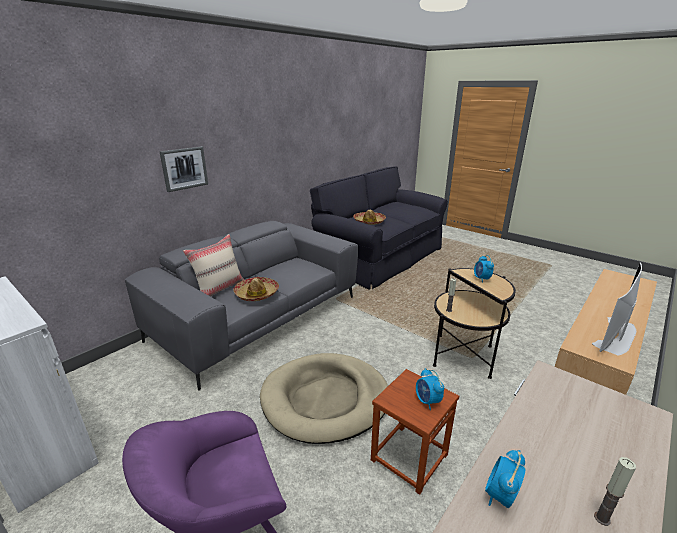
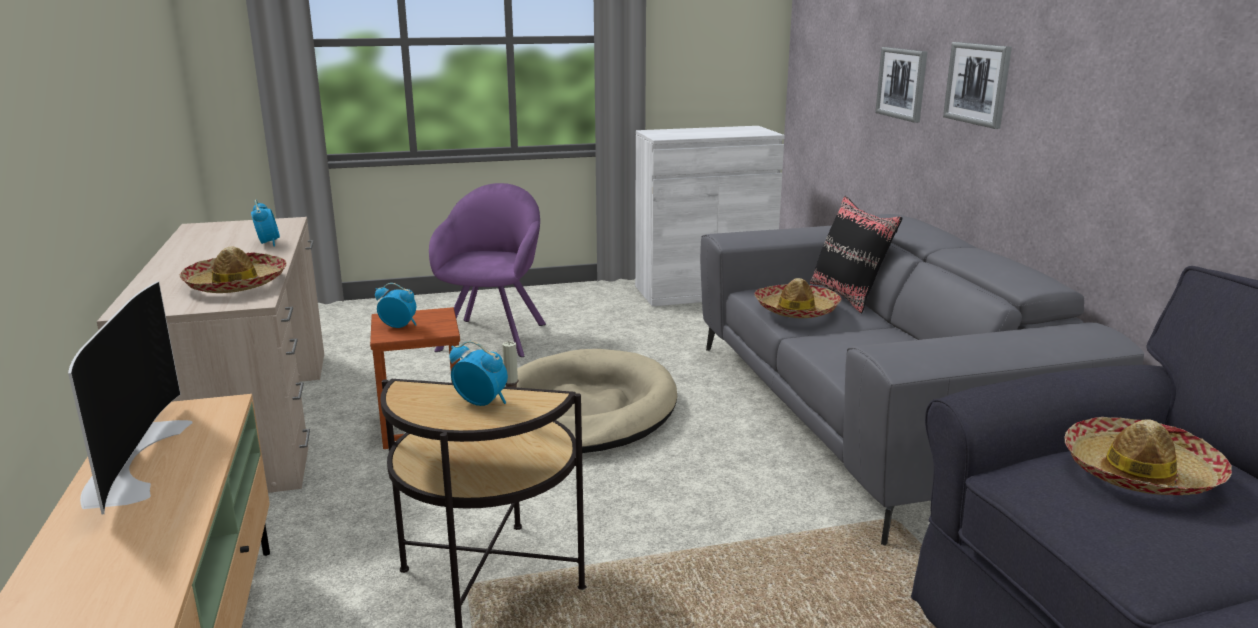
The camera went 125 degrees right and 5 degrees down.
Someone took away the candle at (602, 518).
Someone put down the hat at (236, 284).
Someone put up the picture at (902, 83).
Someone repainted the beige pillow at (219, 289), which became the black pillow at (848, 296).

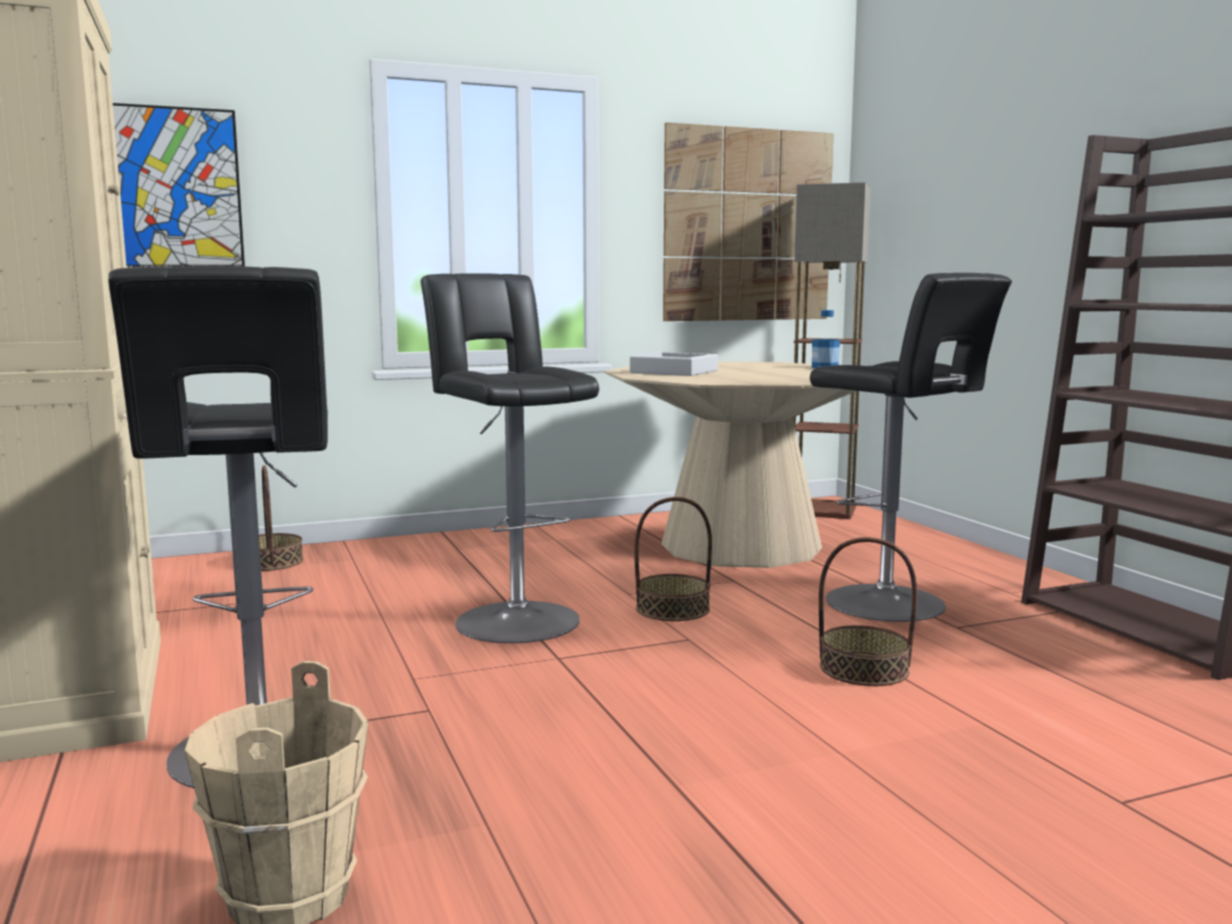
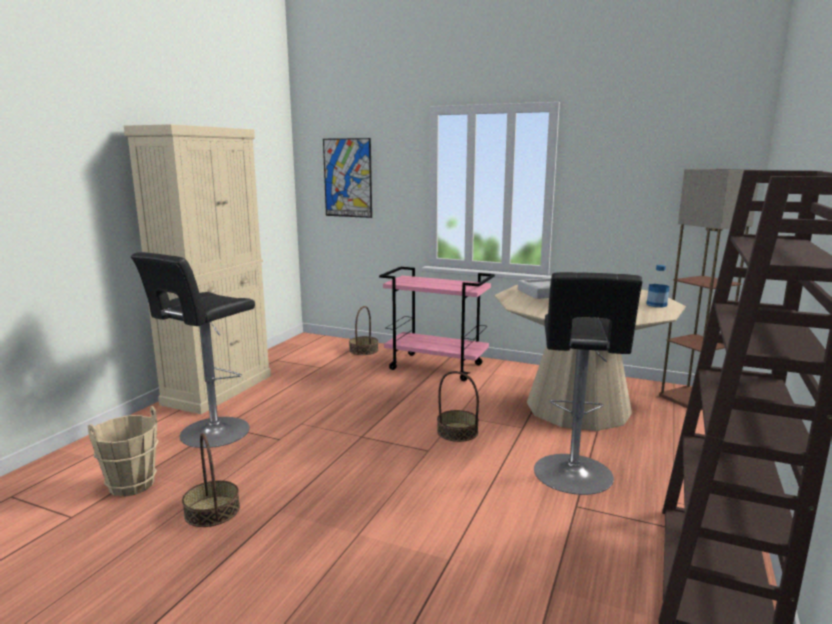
The camera went 45 degrees right and 5 degrees up.
Someone took away the black stool at (513, 618).
Someone took away the picture at (748, 225).
Someone put down the pink cart at (437, 367).
Someone carried the basket from (863, 669) to (212, 511).

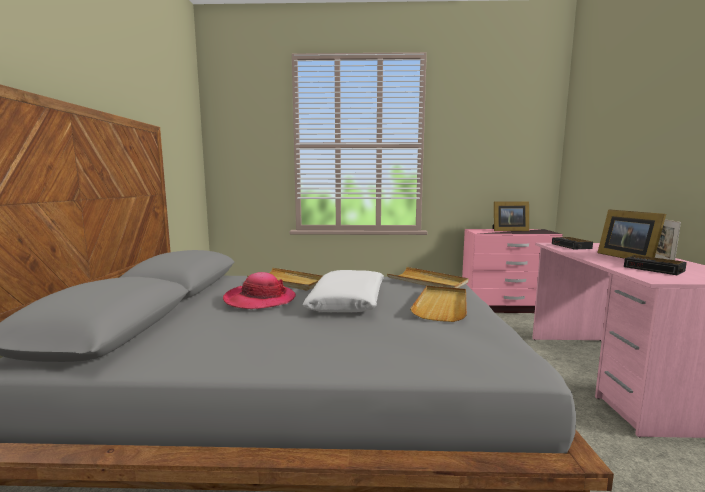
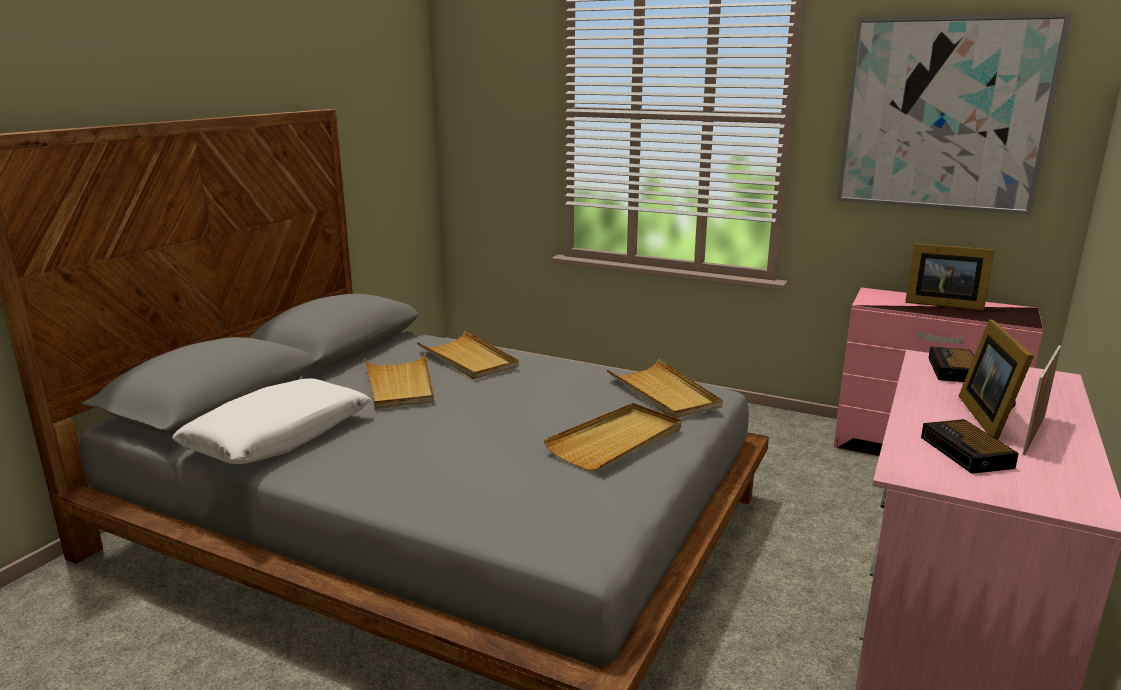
The camera went 25 degrees right and 10 degrees up.
Someone put up the picture at (943, 114).
Someone carried the white pillow from (348, 301) to (279, 436).
Someone swapped the hat at (260, 299) for the beige tray at (400, 385).

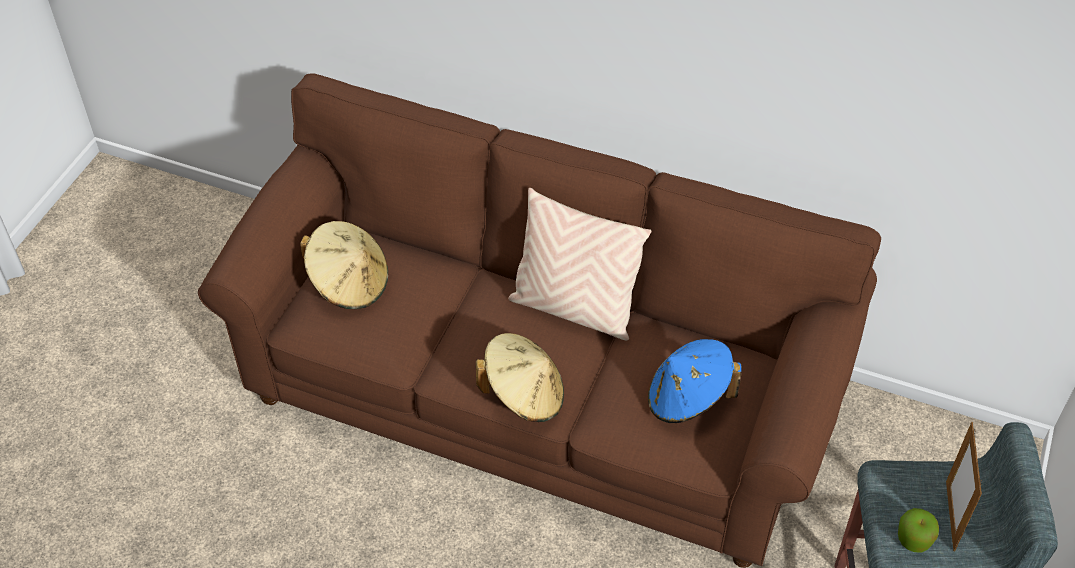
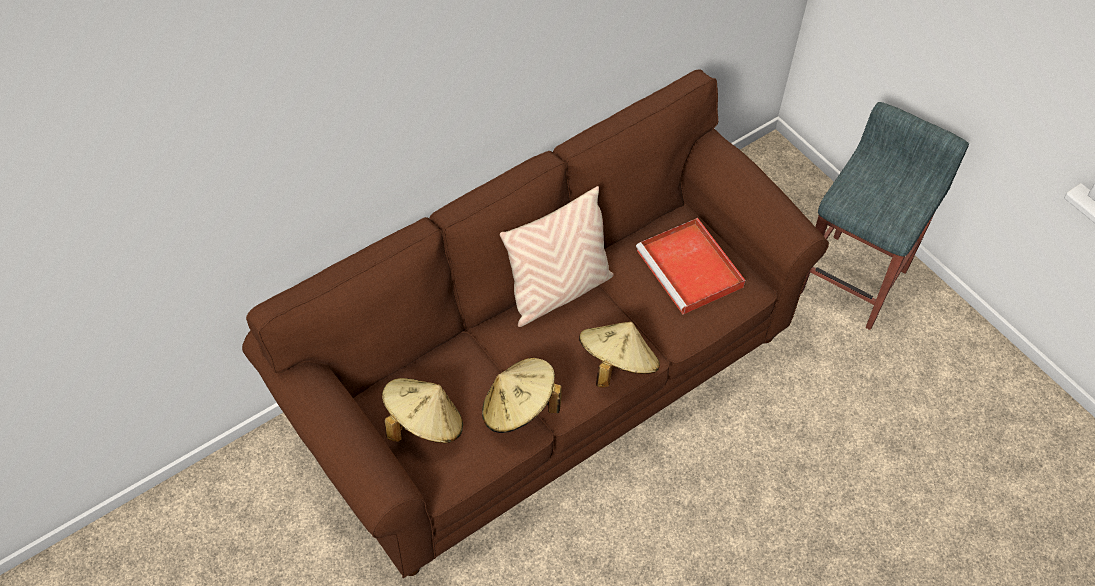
The camera went 60 degrees left and 5 degrees up.
Someone took away the apple at (914, 539).
Someone took away the picture frame at (950, 515).
Someone put down the beige hat at (518, 409).
Someone swapped the blue hat at (688, 399) for the red tray at (691, 270).

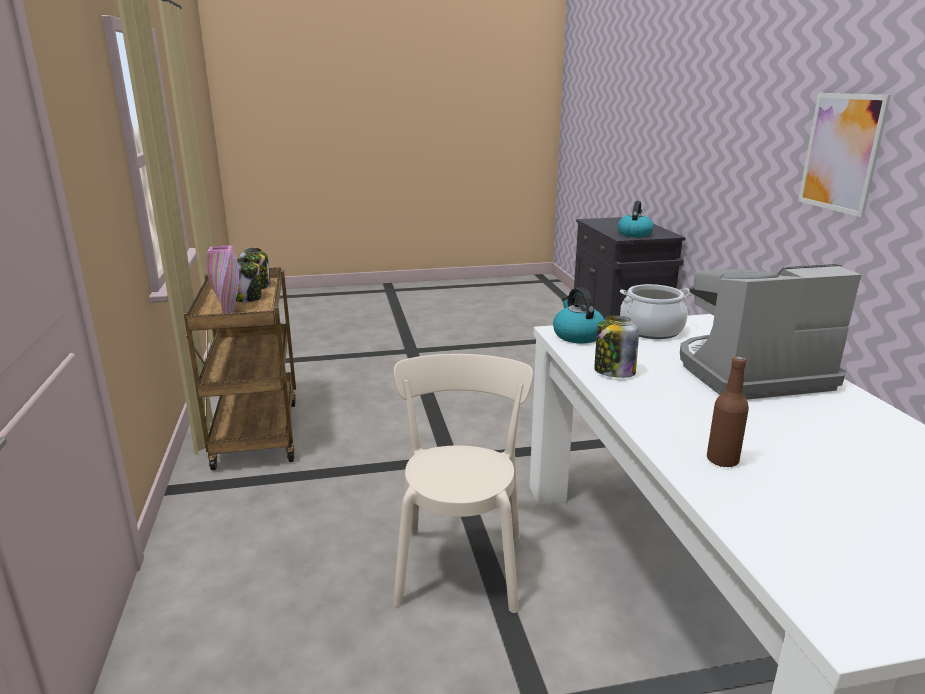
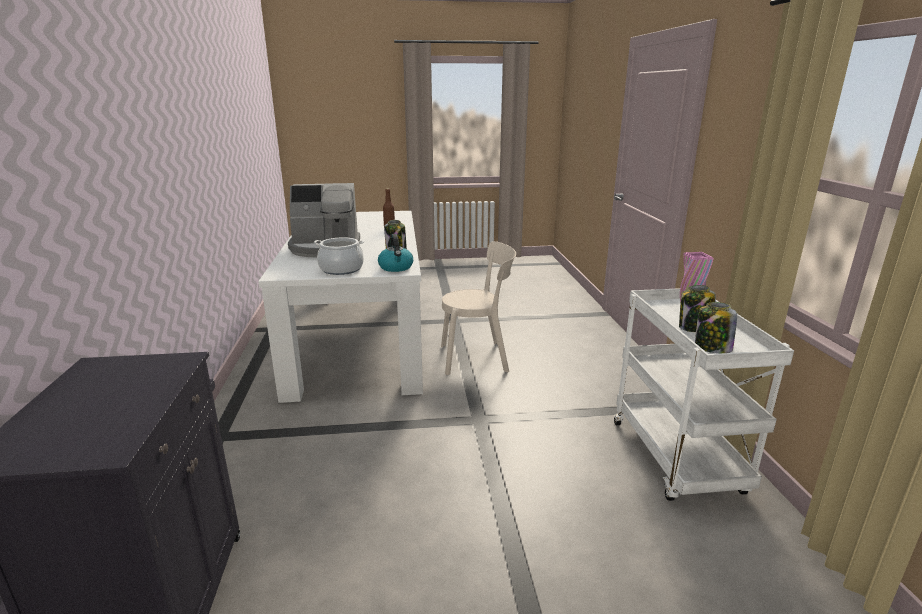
The camera went 175 degrees left and 0 degrees up.
Someone took away the kettle at (634, 234).
Someone took away the picture at (841, 153).
Someone repainted the brown cart at (255, 432), which became the white cart at (678, 459).
Someone rotated the beige chair at (460, 563) by 105 degrees counterclockwise.

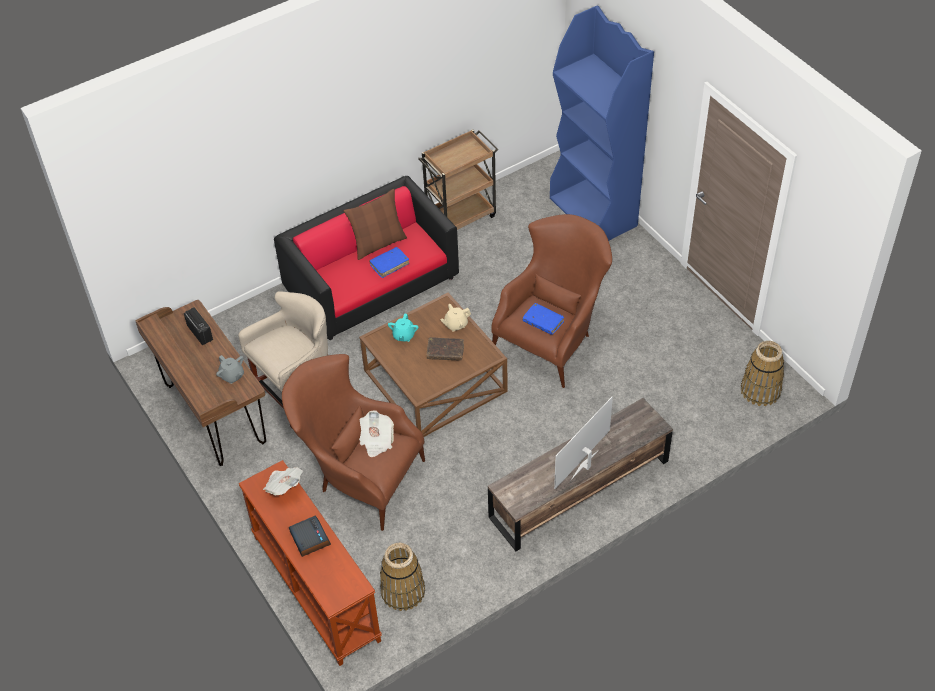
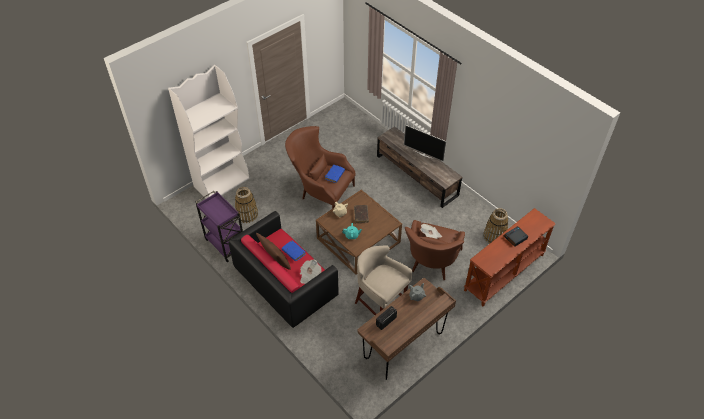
The camera went 100 degrees left and 0 degrees up.
Someone carried the newspaper from (284, 486) to (309, 276).
Someone carried the basket from (760, 390) to (247, 214).
Someone repainted the brown cart at (461, 216), which became the purple cart at (225, 243).
Someone repainted the blue bookcase at (594, 212), which became the white bookcase at (222, 182).

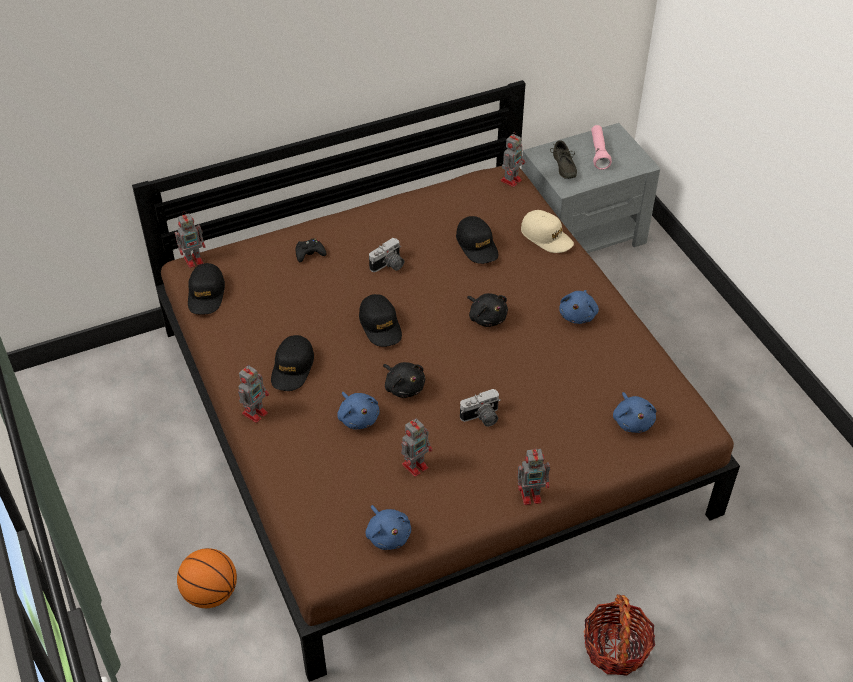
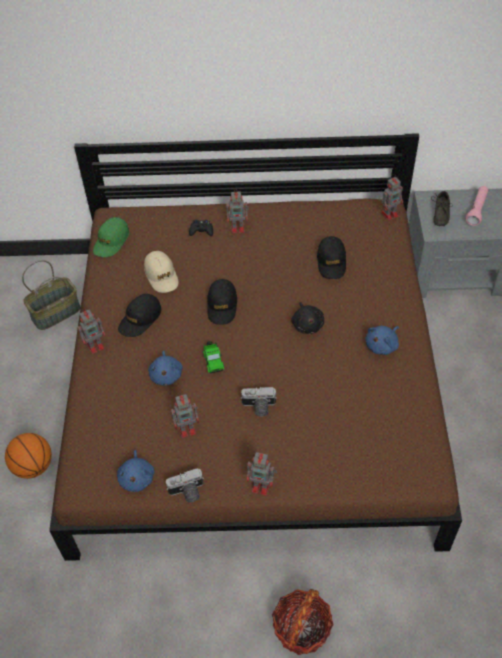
The camera went 25 degrees right and 5 degrees up.
Someone took away the blue plush toy at (632, 421).
Someone put down the basket at (56, 312).
Someone carried the toy robot from (194, 260) to (238, 227).
Someone carried the photo camera from (388, 266) to (187, 492).
Someone carried the beige cap from (546, 237) to (161, 275).
Someone swapped the black plush toy at (404, 387) for the toy car at (213, 361).
Someone repainted the black cap at (206, 294), which became the green cap at (111, 241).

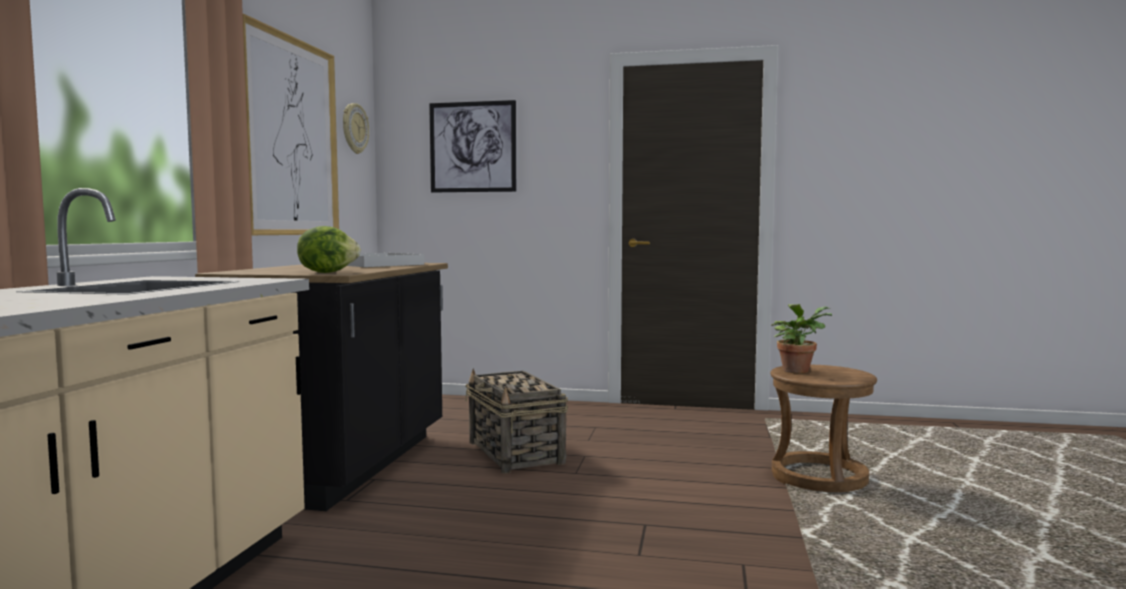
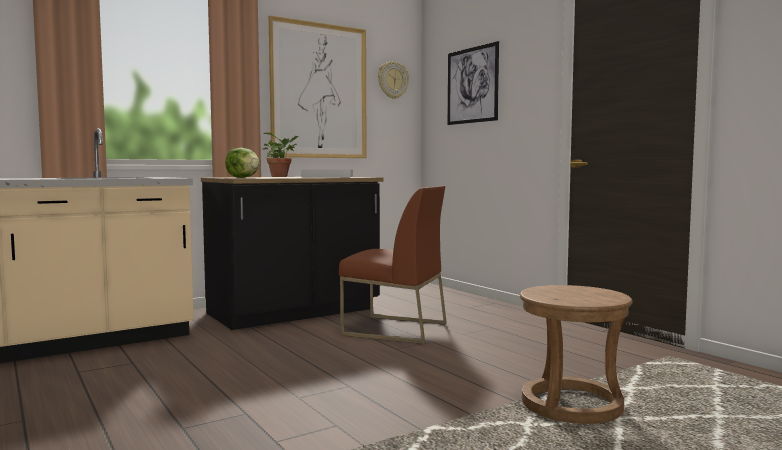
The camera went 45 degrees right and 0 degrees up.
Someone carried the potted plant from (797, 370) to (281, 176).
Someone swapped the basket at (515, 453) for the brown chair at (394, 329).

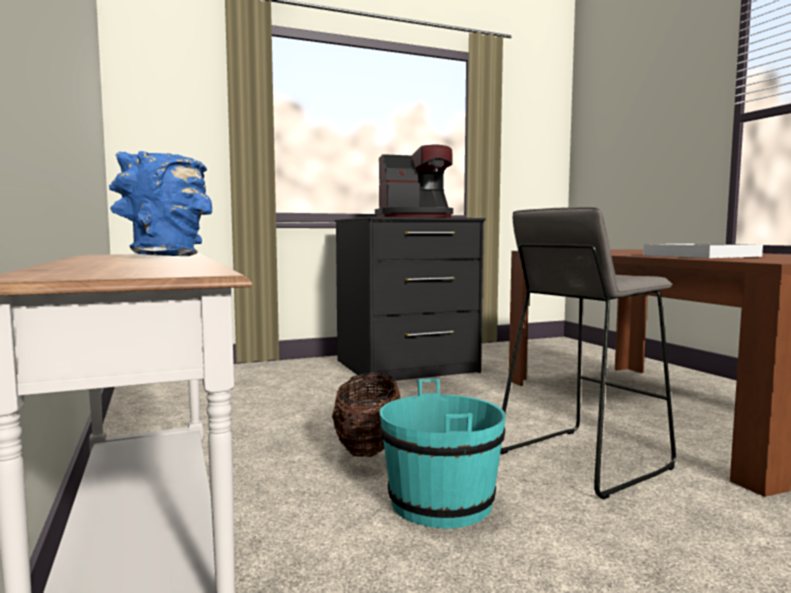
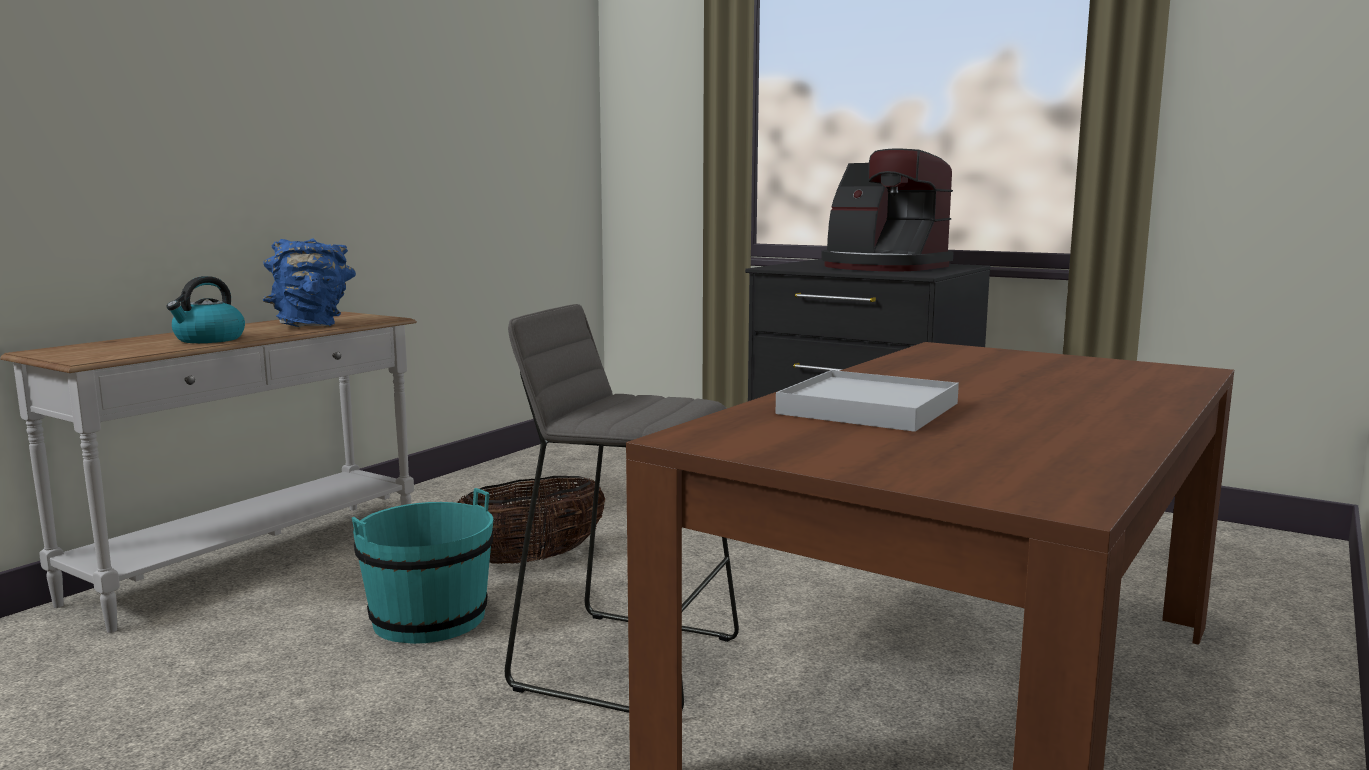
The camera went 55 degrees right and 5 degrees up.
Someone put down the kettle at (209, 339).

